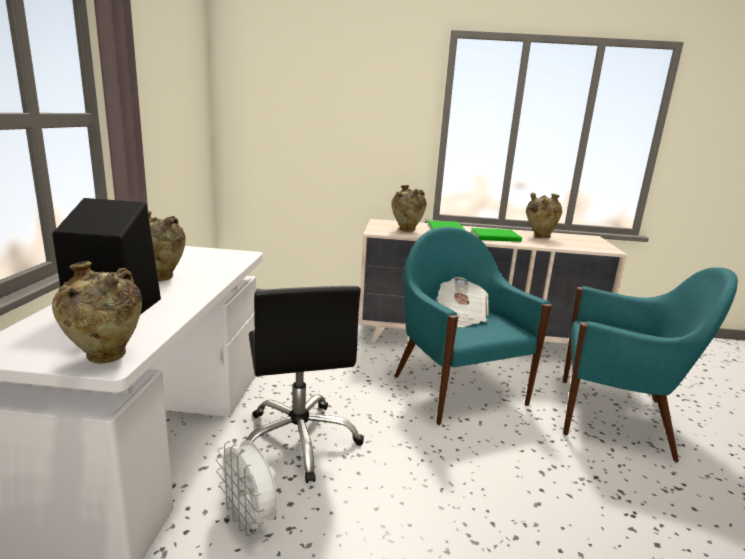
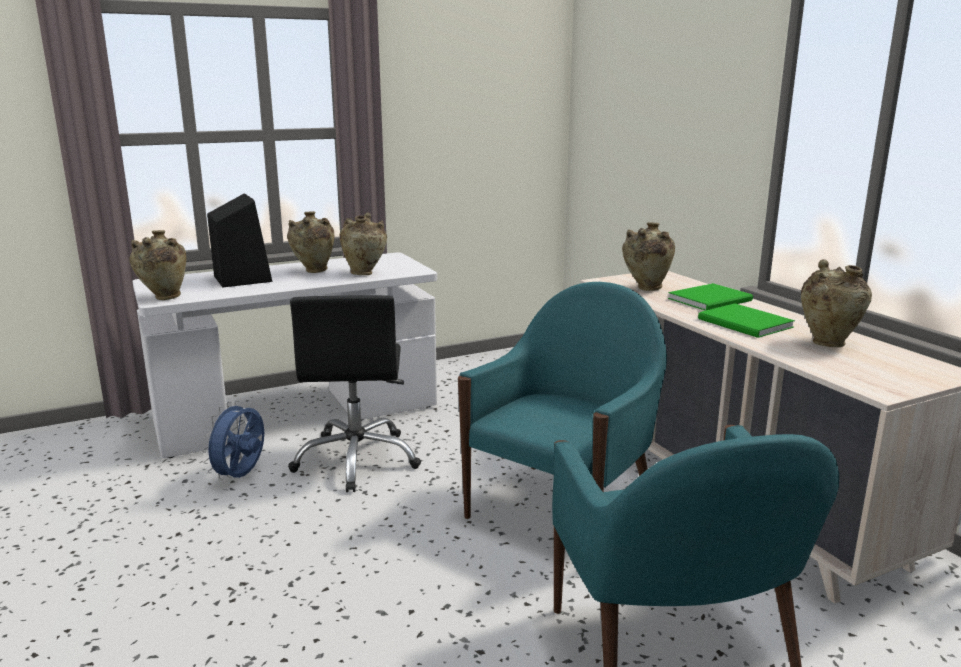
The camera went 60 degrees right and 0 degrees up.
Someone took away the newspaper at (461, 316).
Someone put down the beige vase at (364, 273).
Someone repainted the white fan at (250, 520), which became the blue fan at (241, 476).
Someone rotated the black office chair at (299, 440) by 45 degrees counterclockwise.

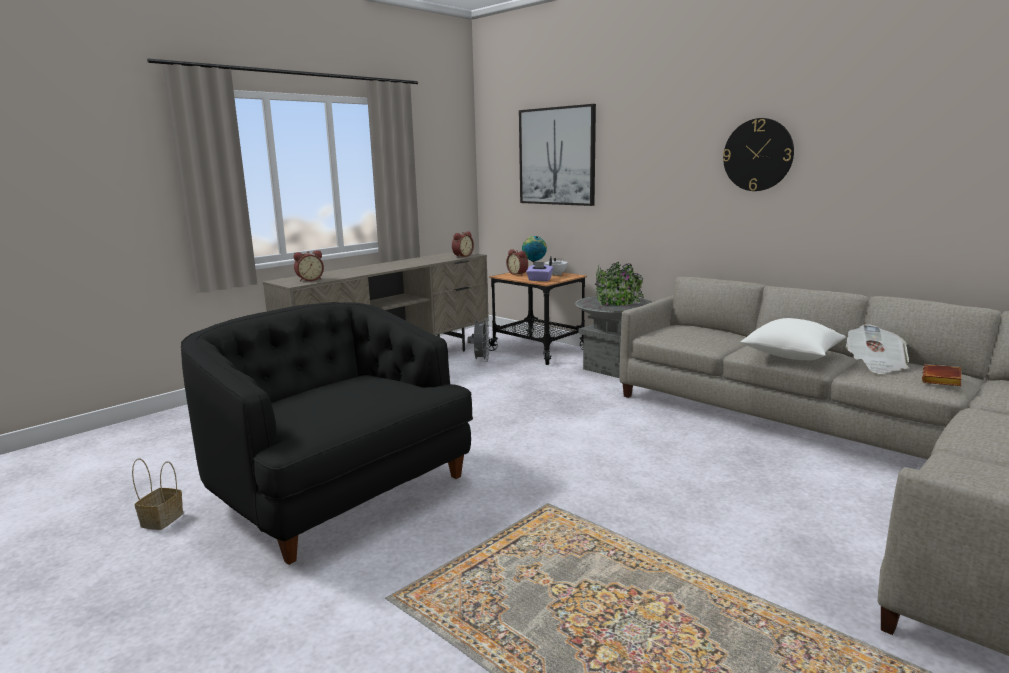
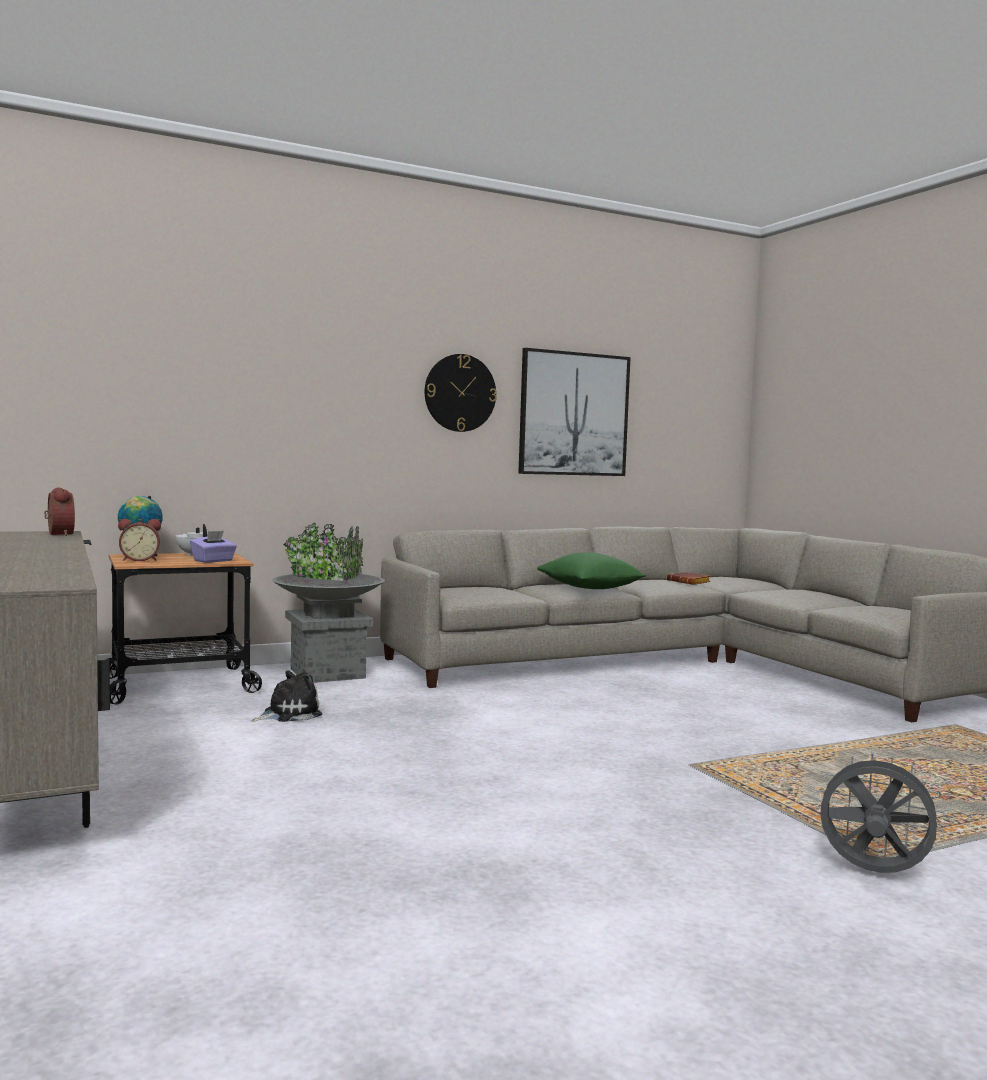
The camera went 70 degrees left and 10 degrees down.
Someone took away the basket at (162, 519).
Someone took away the black armchair at (338, 491).
Someone took away the alarm clock at (309, 280).
Someone took away the newspaper at (875, 365).
Someone put down the plush toy at (289, 714).
Someone carried the grey fan from (481, 360) to (872, 873).
Someone carried the picture from (557, 156) to (574, 414).
Someone repainted the white pillow at (791, 356), which became the green pillow at (590, 588).

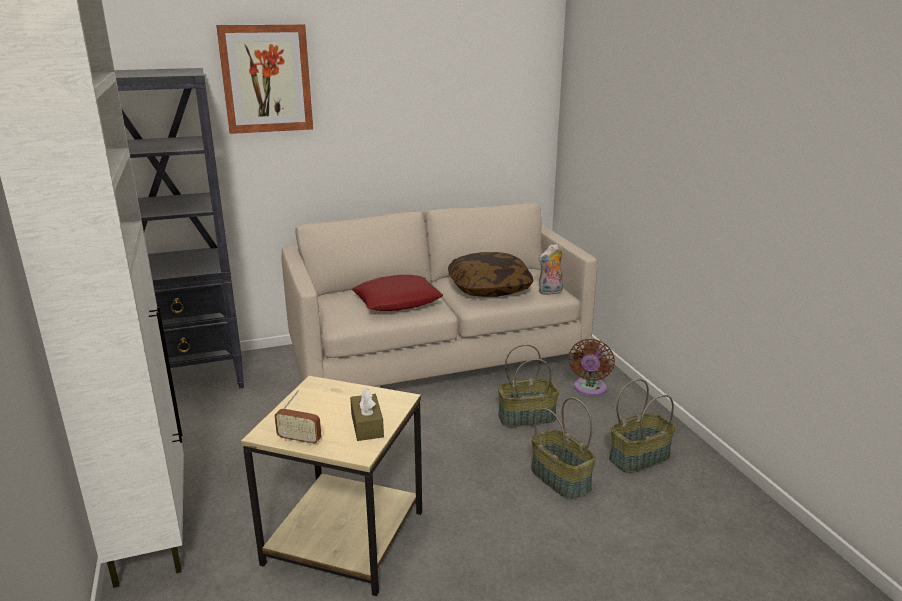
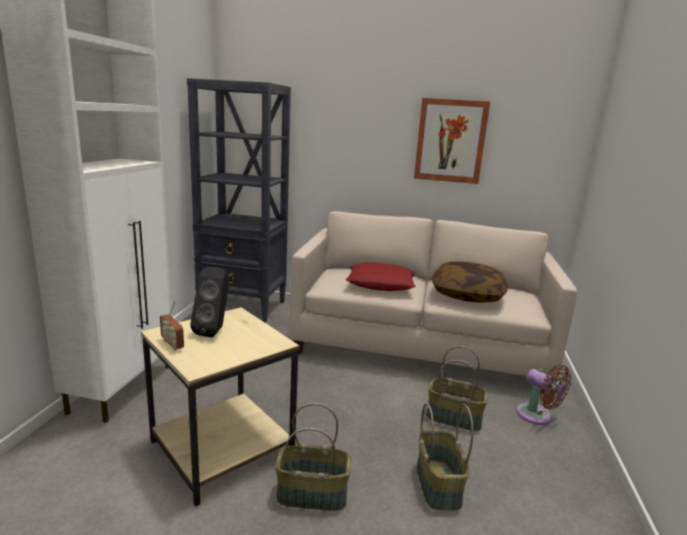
The camera went 30 degrees right and 5 degrees down.
Someone took away the brown tissue box at (367, 425).
Someone took away the plush toy at (550, 292).
Someone put down the black speaker at (214, 331).
Someone carried the picture from (266, 79) to (450, 141).
Someone carried the basket from (639, 457) to (313, 493).
Someone rotated the brown fan at (589, 389) by 90 degrees counterclockwise.

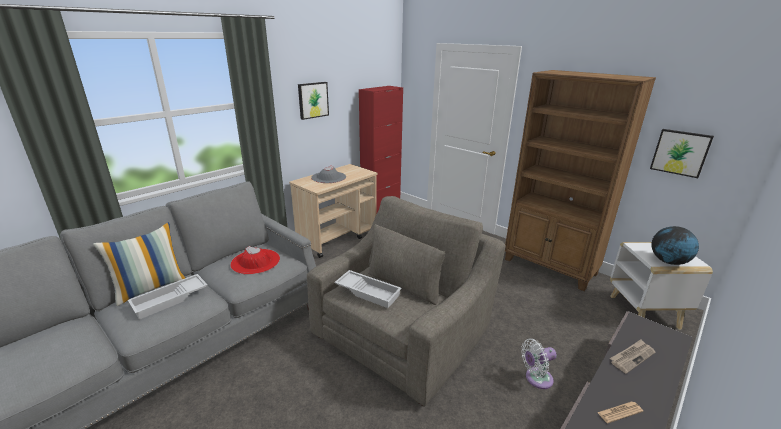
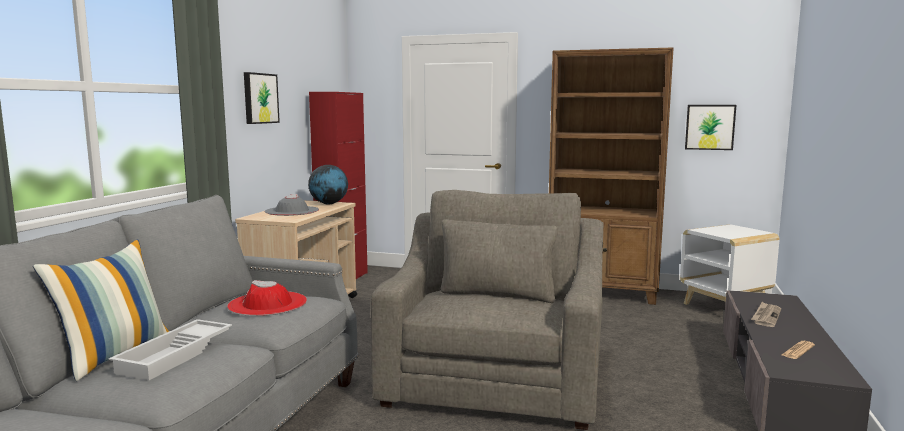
The camera went 25 degrees left and 15 degrees down.
Someone took away the white tray at (368, 291).
Someone took away the white fan at (536, 379).
Someone carried the globe from (668, 262) to (328, 203).

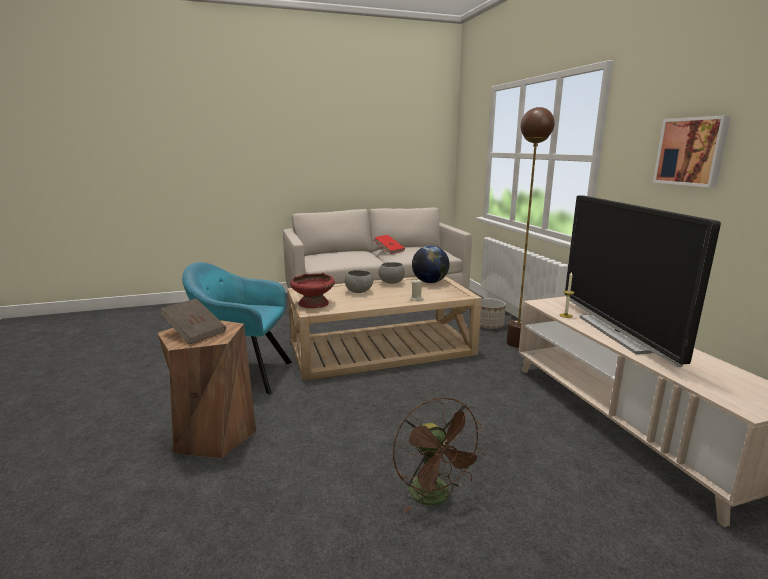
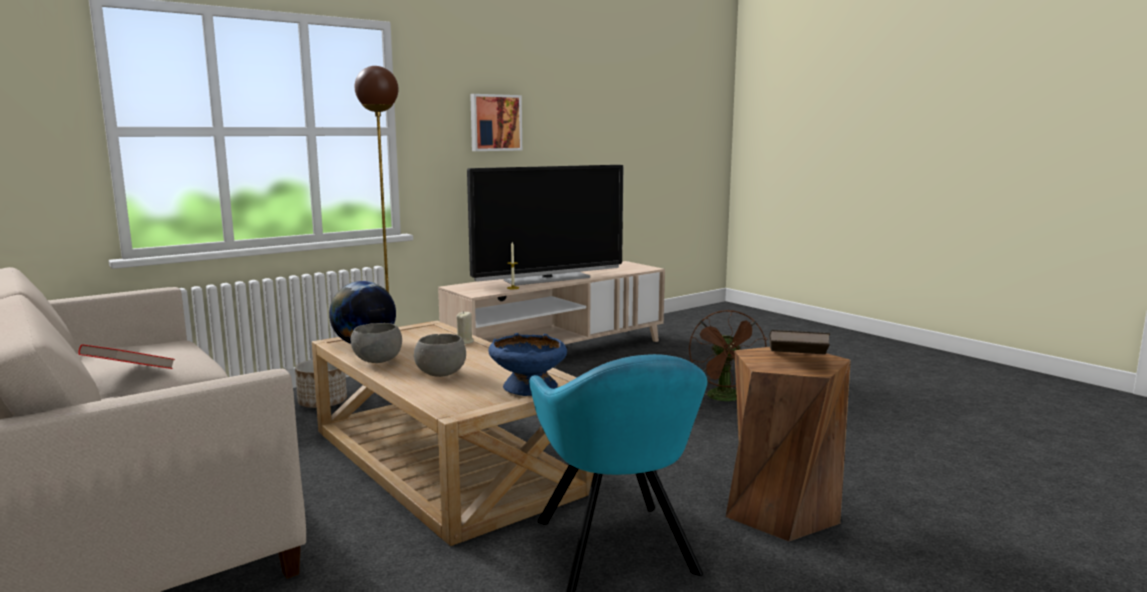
The camera went 110 degrees left and 5 degrees down.
Someone repainted the red bowl at (313, 303), which became the blue bowl at (528, 388).
Someone rotated the brown fan at (435, 497) by 135 degrees clockwise.

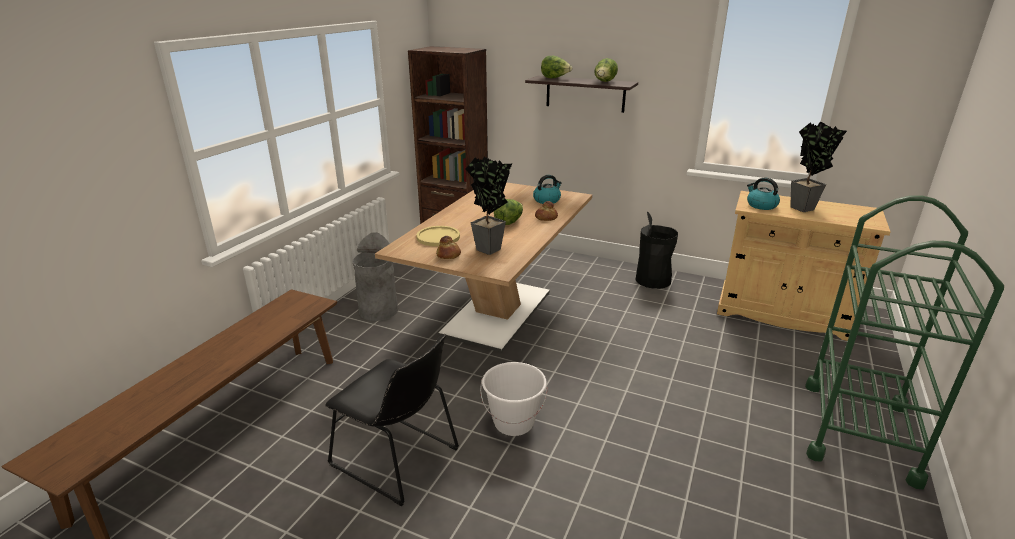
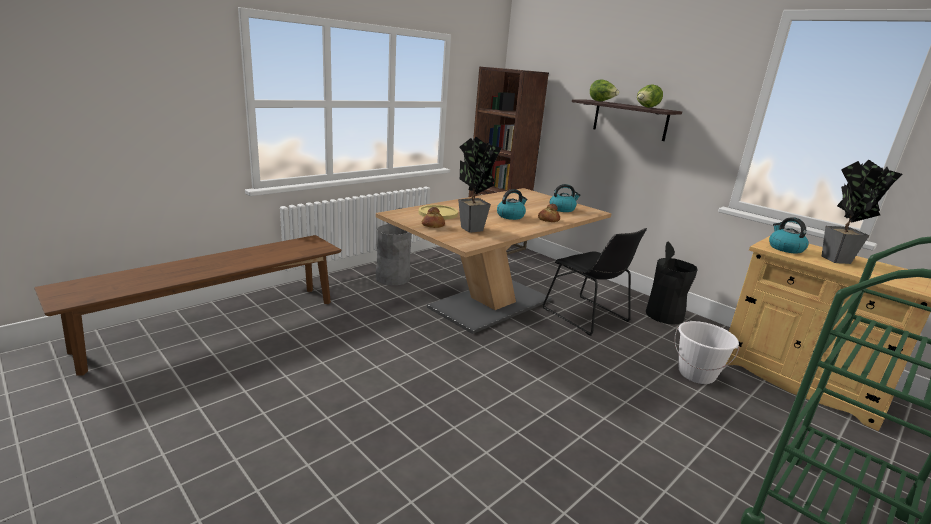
The camera went 20 degrees right and 5 degrees down.
Someone carried the black chair from (399, 459) to (588, 316).
Someone carried the white bucket from (514, 423) to (696, 374).
Someone swapped the lettuce at (509, 222) for the kettle at (510, 216).

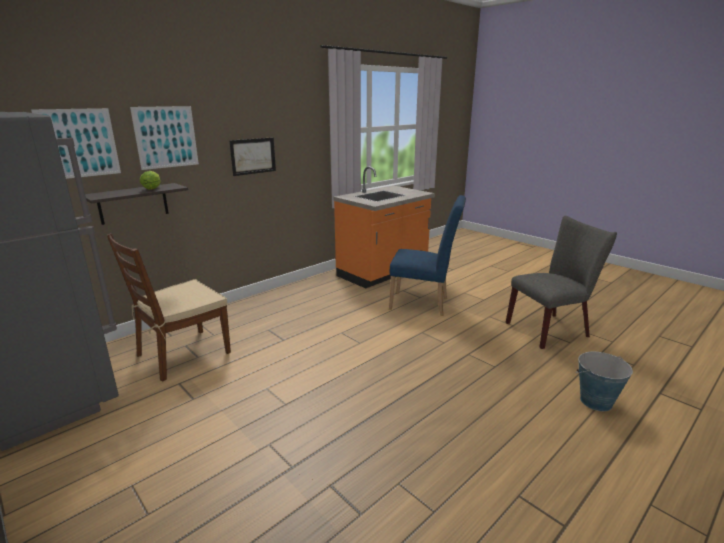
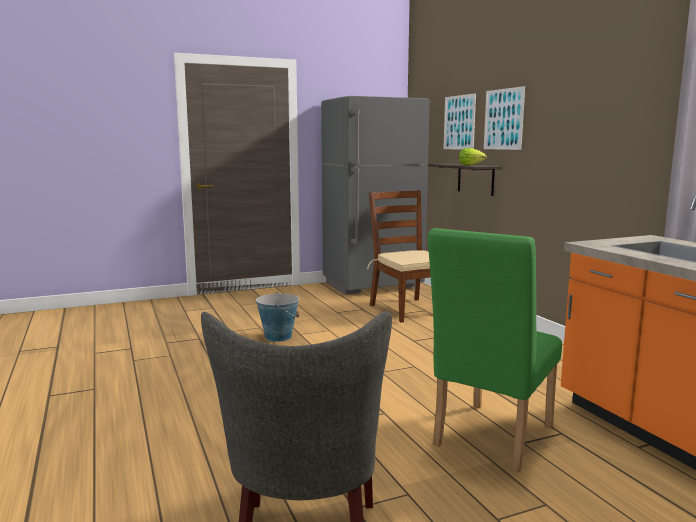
The camera went 110 degrees right and 10 degrees down.
Someone took away the picture at (253, 156).
Someone carried the bucket from (595, 401) to (278, 337).
Someone repainted the blue chair at (424, 304), which became the green chair at (489, 439).

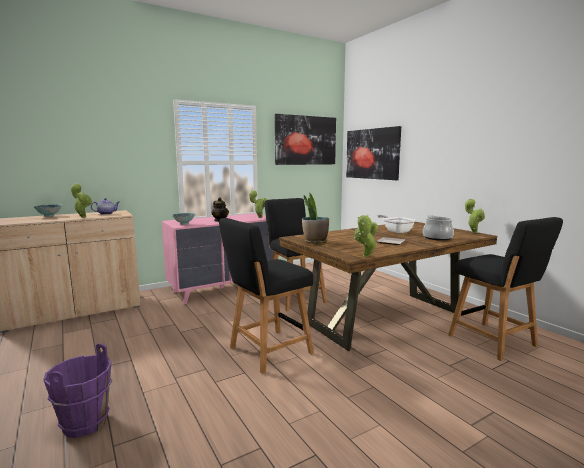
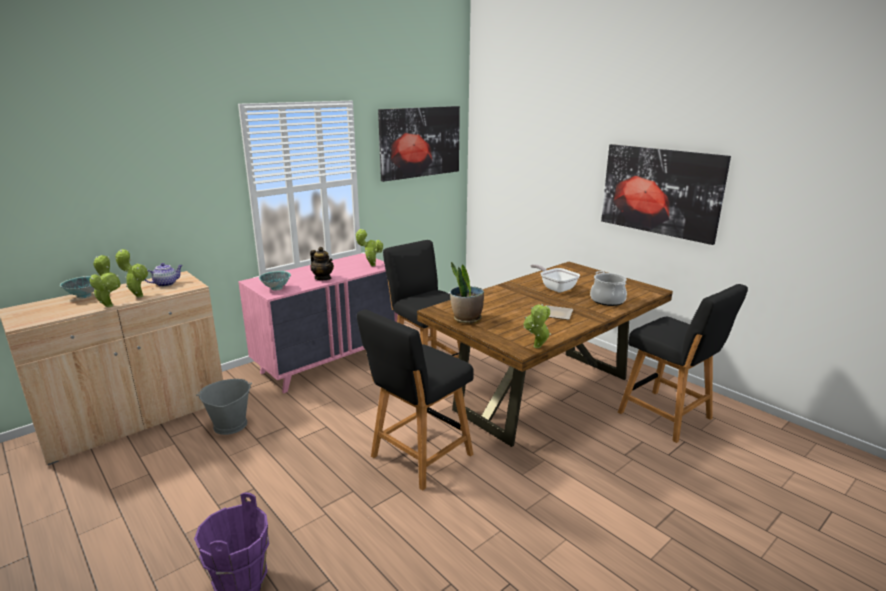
The camera went 10 degrees left and 10 degrees up.
Someone put down the grey bucket at (230, 425).
Someone carried the picture from (372, 154) to (660, 191).
Someone carried the potted plant from (473, 232) to (109, 305).

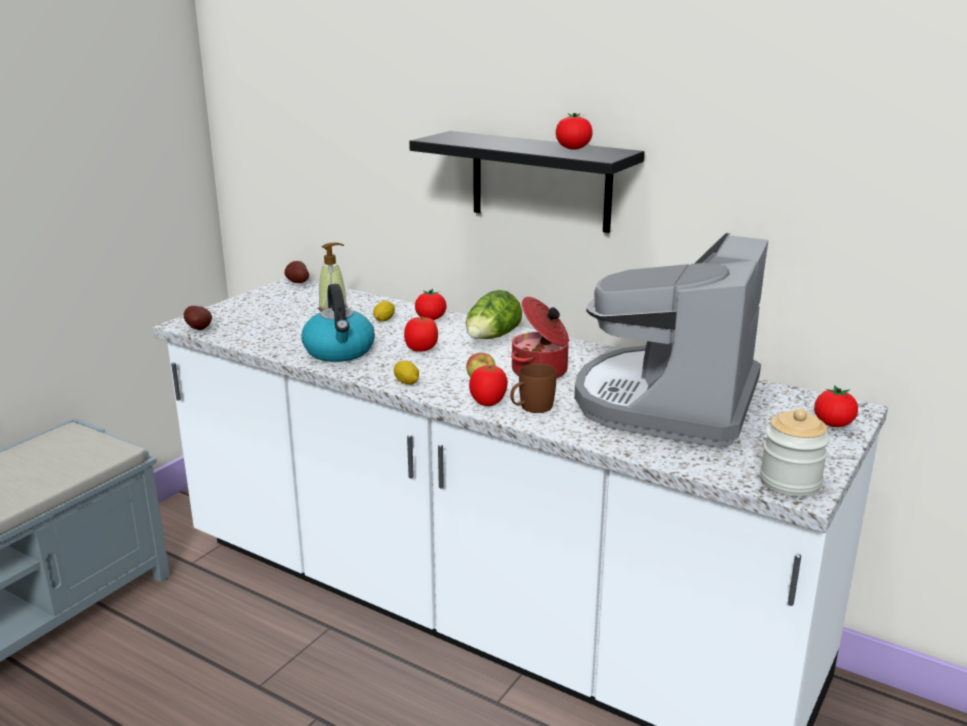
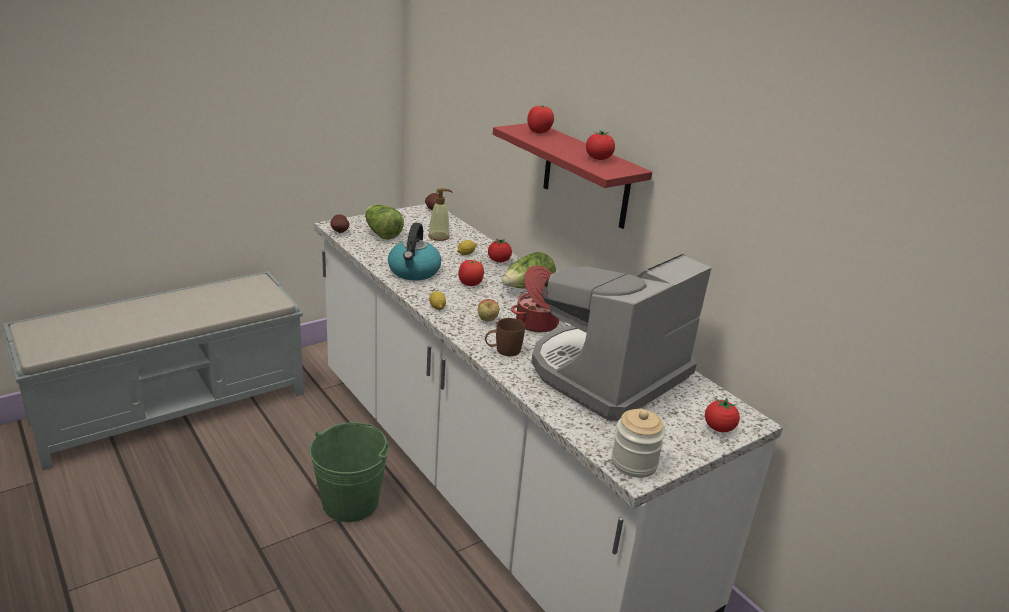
The camera went 20 degrees right and 5 degrees up.
Someone put down the green bucket at (350, 502).
Someone put down the lettuce at (382, 233).
Someone carried the tomato from (488, 402) to (538, 132).
Someone repainted the black shelf at (540, 181), which became the red shelf at (586, 176).

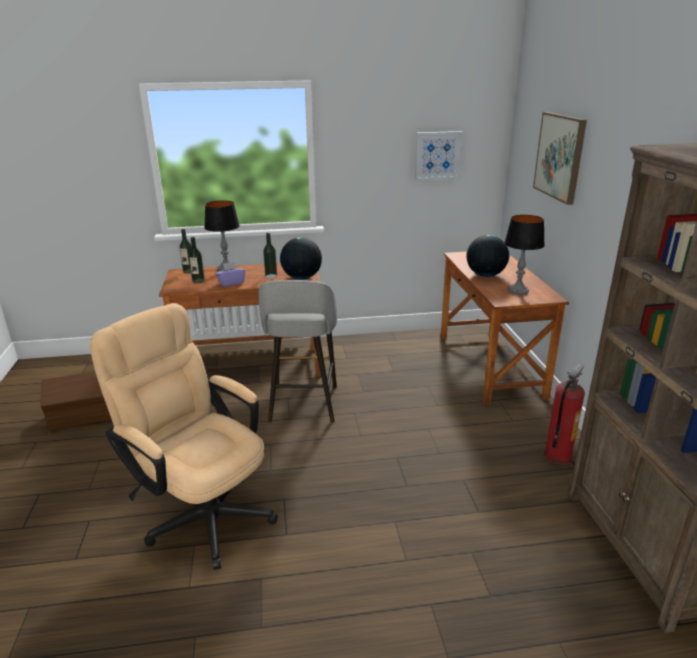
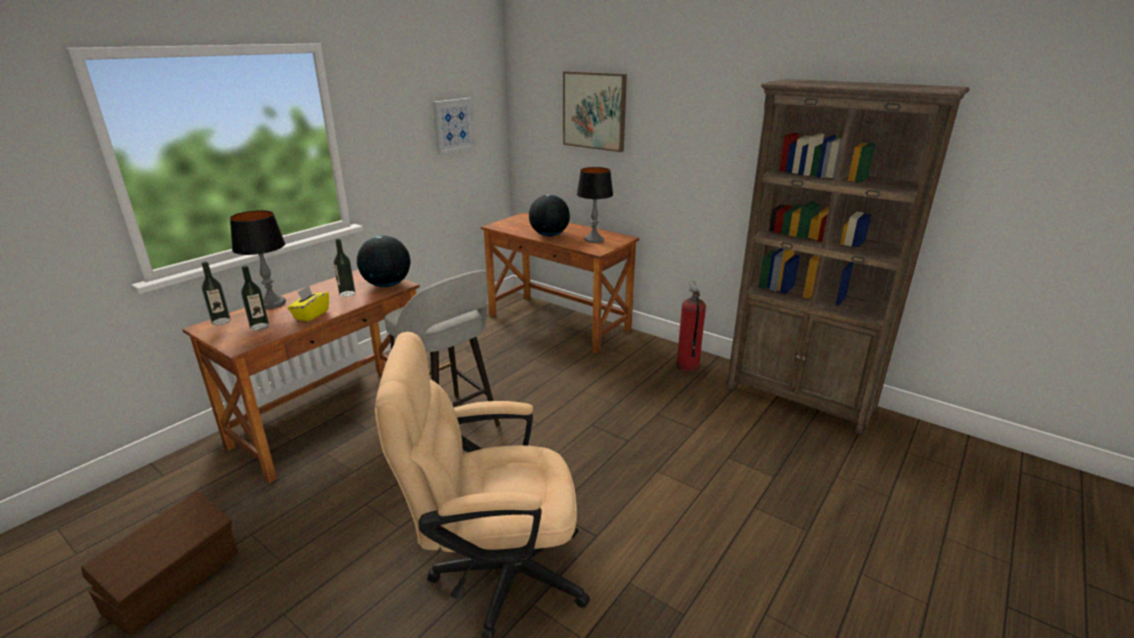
The camera went 45 degrees left and 0 degrees up.
Someone repainted the purple tissue box at (231, 283), which became the yellow tissue box at (311, 315).

